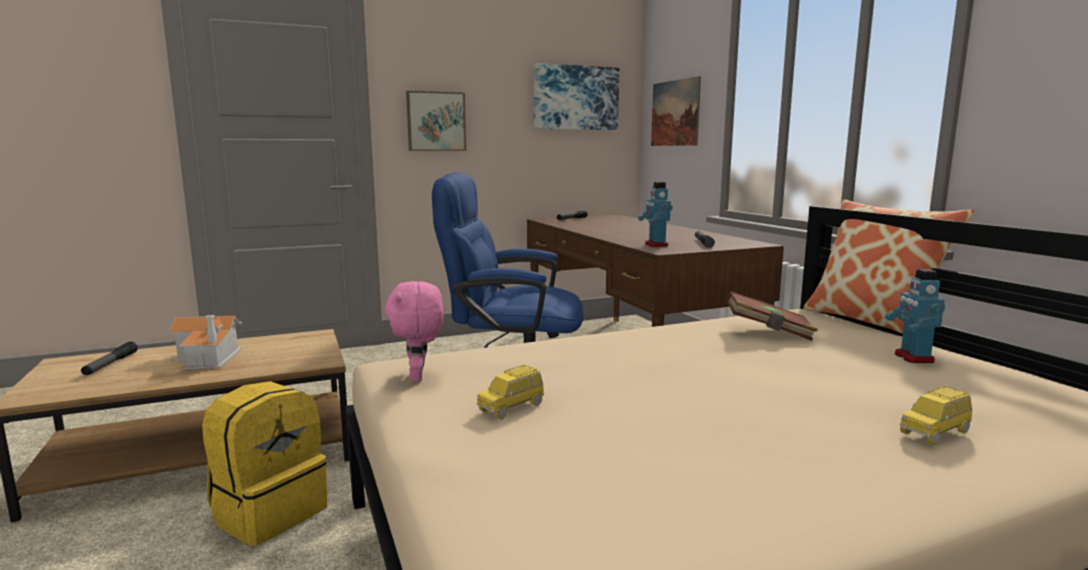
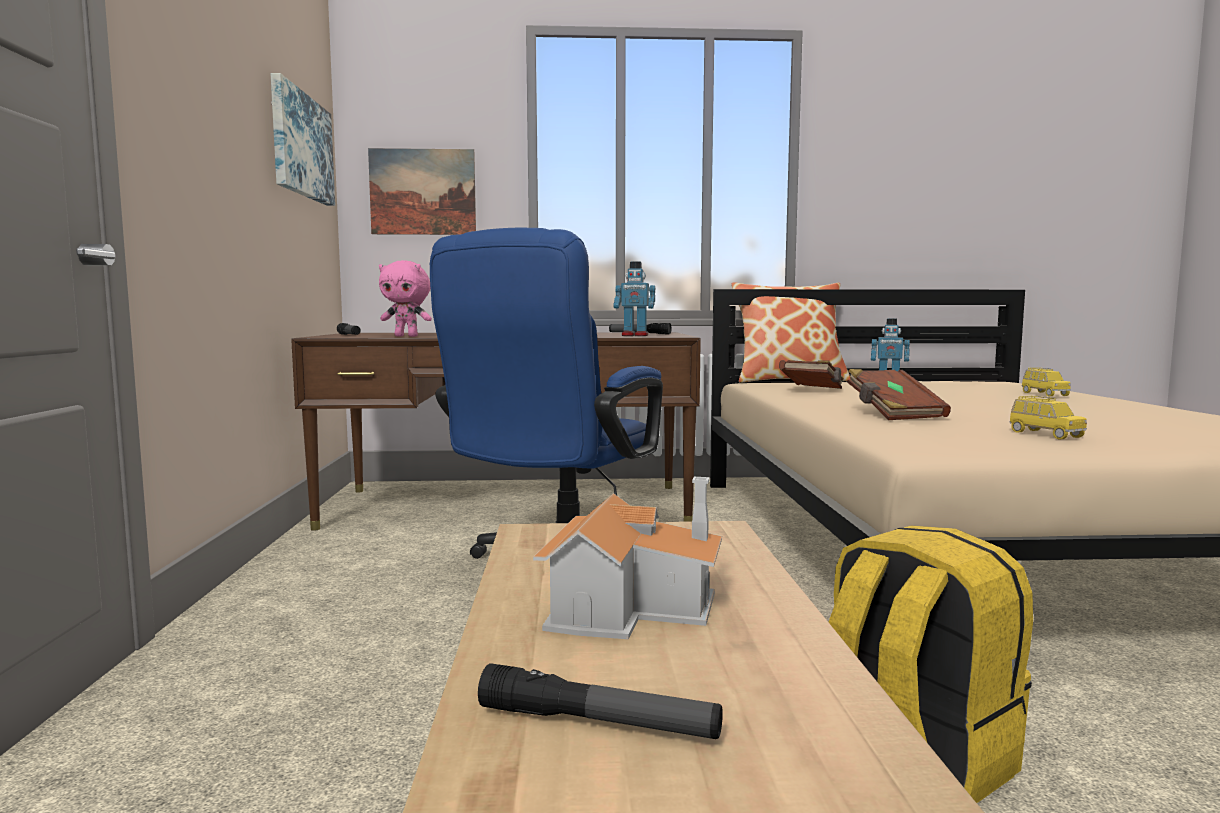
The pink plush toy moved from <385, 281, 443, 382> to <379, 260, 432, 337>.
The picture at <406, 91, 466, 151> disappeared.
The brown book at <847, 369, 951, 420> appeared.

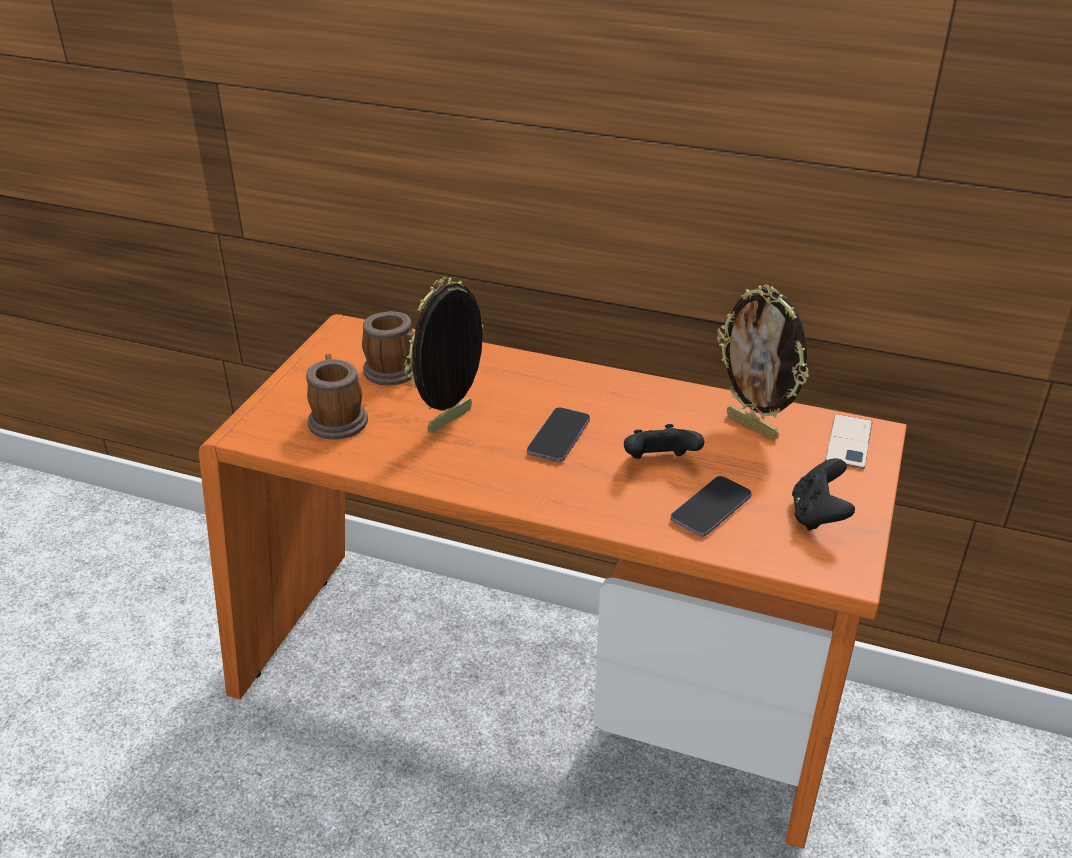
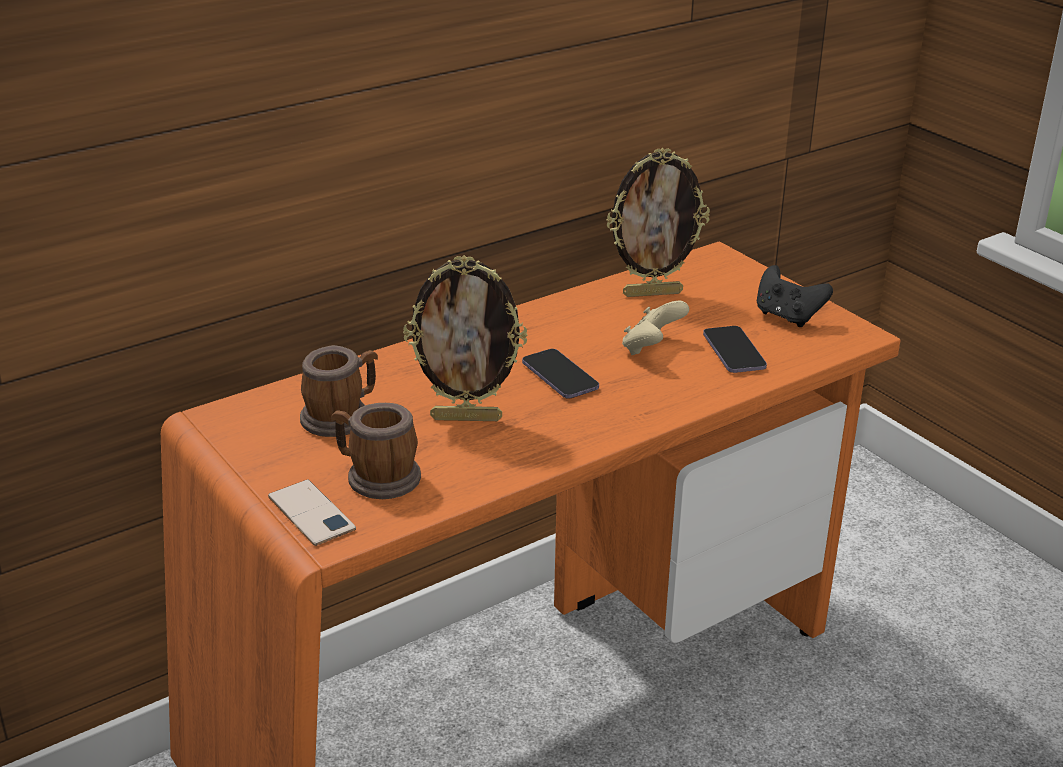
The picture frame at <405, 277, 484, 433> turned 75 degrees counterclockwise.
The black game controller at <624, 424, 704, 459> became the beige game controller at <622, 301, 689, 355>.
The phone moved from <825, 414, 873, 469> to <268, 479, 356, 546>.

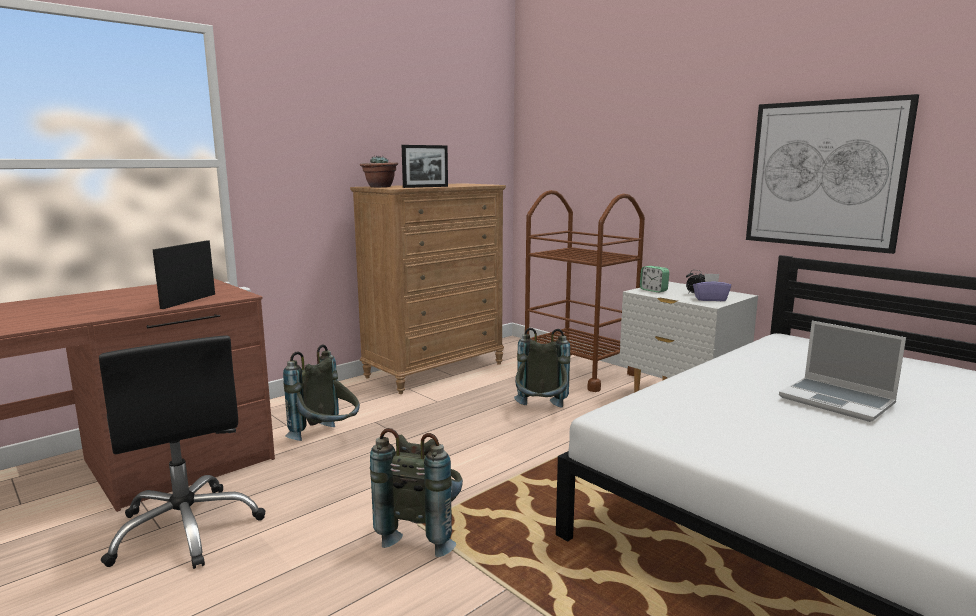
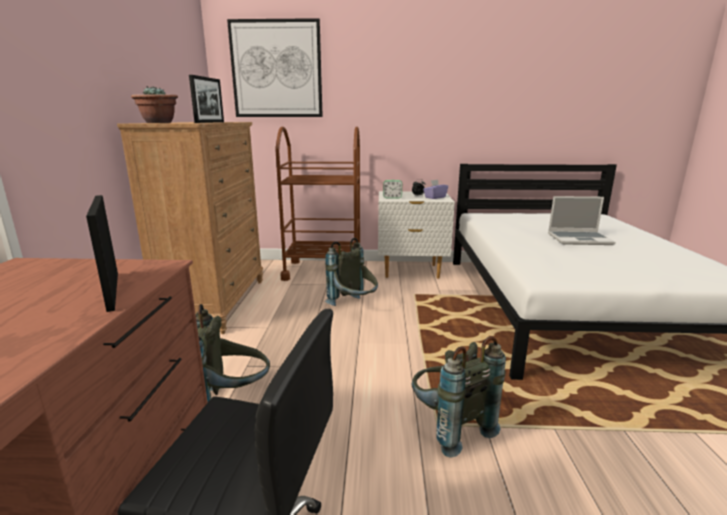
The picture moved from <746, 94, 919, 254> to <227, 18, 323, 117>.

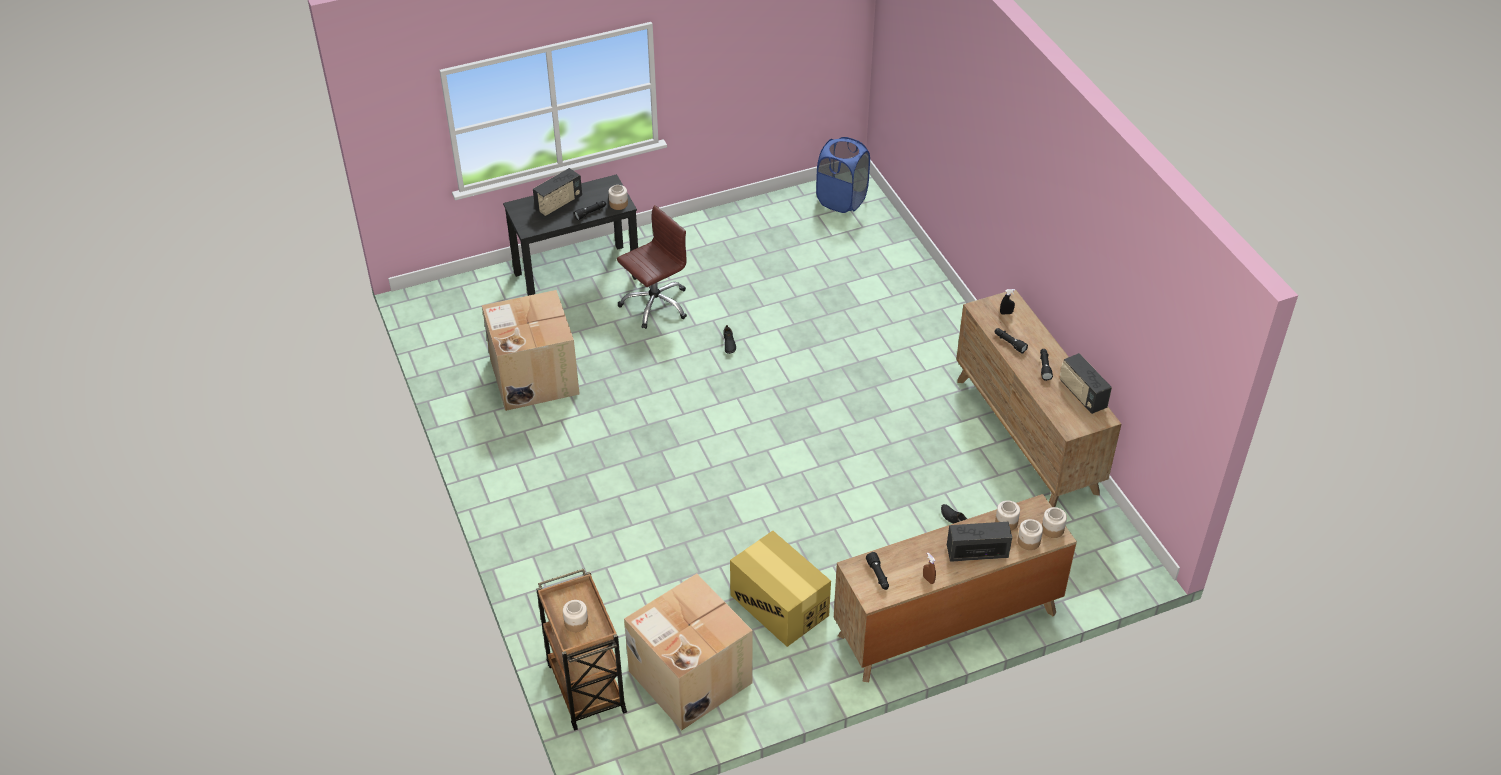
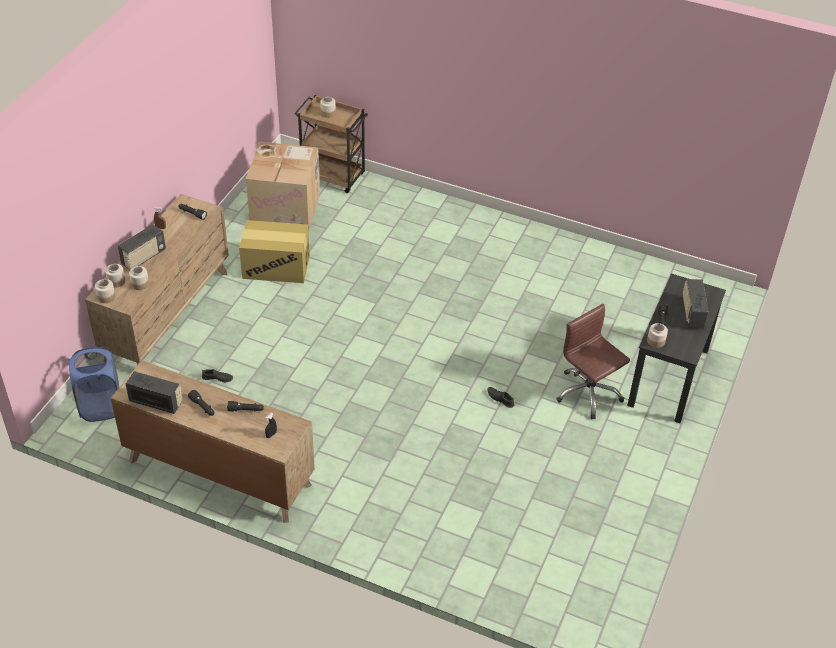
The cardboard box at <482, 290, 580, 411> disappeared.
The brown office chair at <617, 205, 687, 329> turned 135 degrees clockwise.
The blue laundry basket moved from <816, 137, 870, 213> to <69, 347, 119, 422>.

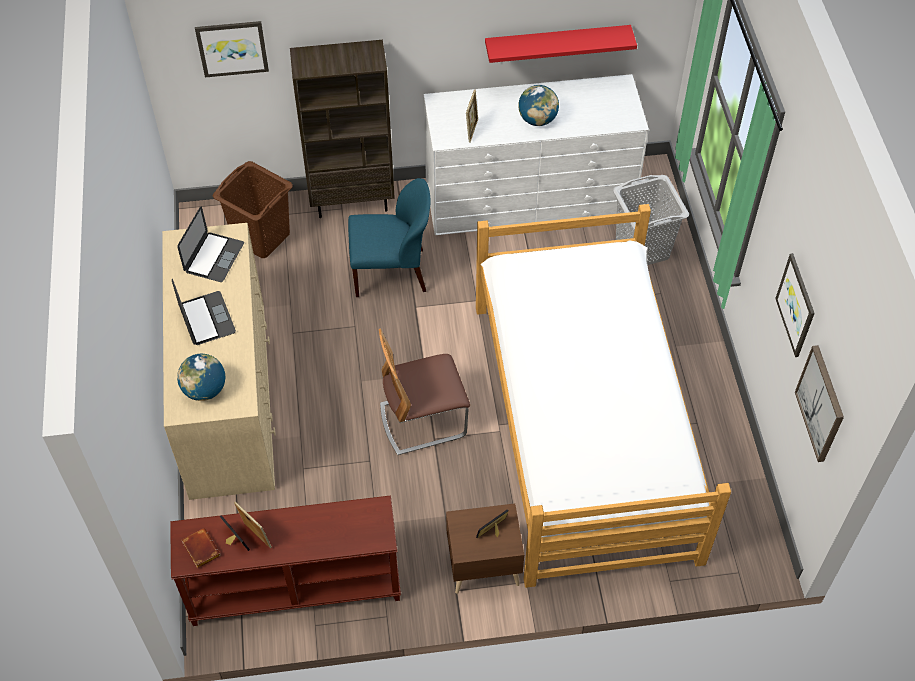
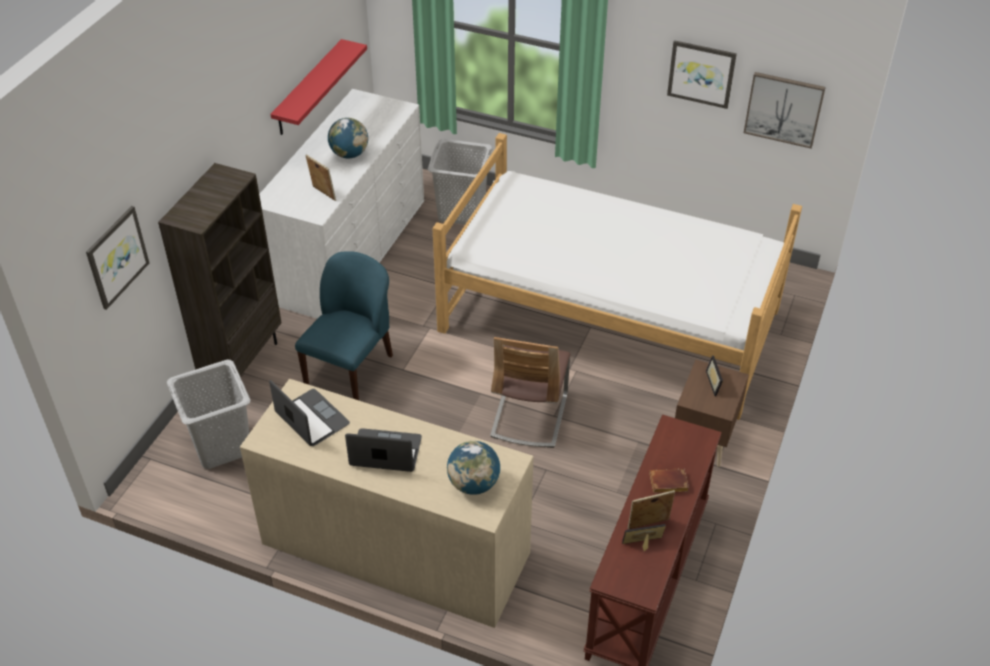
The brown book moved from <182, 528, 221, 568> to <650, 468, 689, 494>.
The brown laundry basket at <213, 161, 293, 258> became the grey laundry basket at <167, 360, 250, 469>.

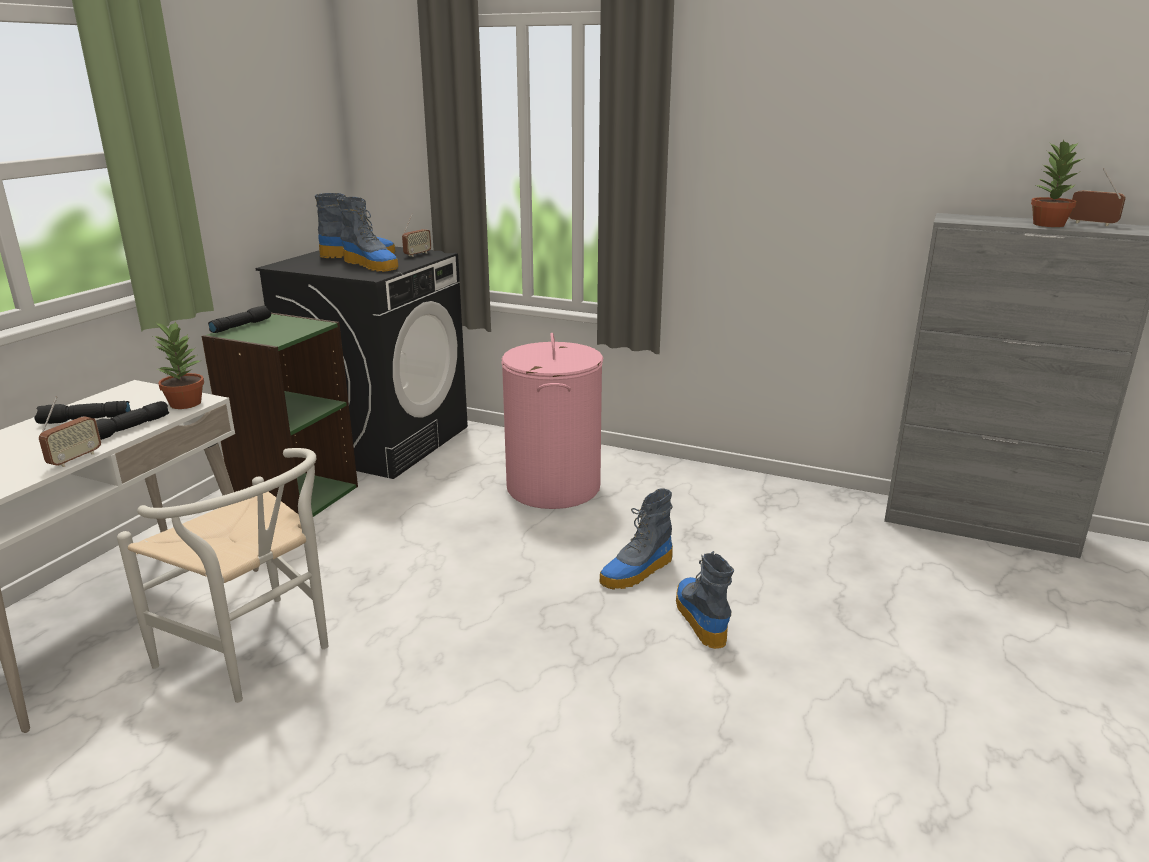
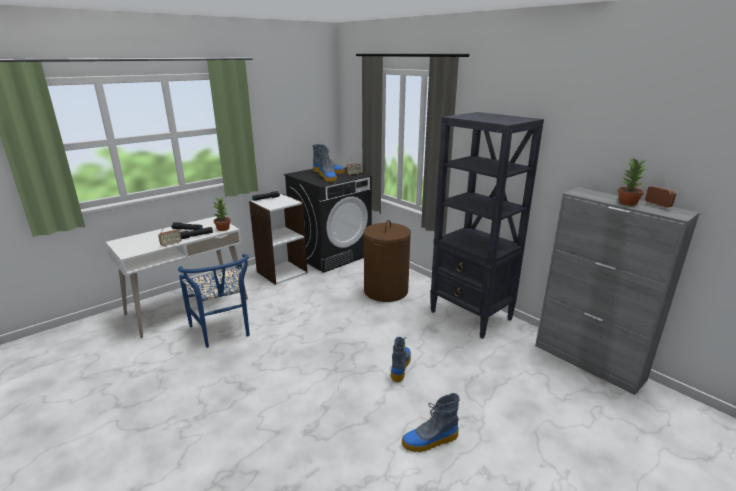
The white chair at <117, 448, 328, 703> became the blue chair at <178, 254, 250, 348>.
The green bookcase at <202, 313, 358, 517> became the white bookcase at <249, 194, 307, 285>.
The pink laundry basket at <501, 333, 603, 509> became the brown laundry basket at <363, 220, 411, 302>.
The boot moved from <599, 488, 673, 590> to <402, 393, 459, 452>.
The black bookcase at <430, 112, 544, 339> appeared.

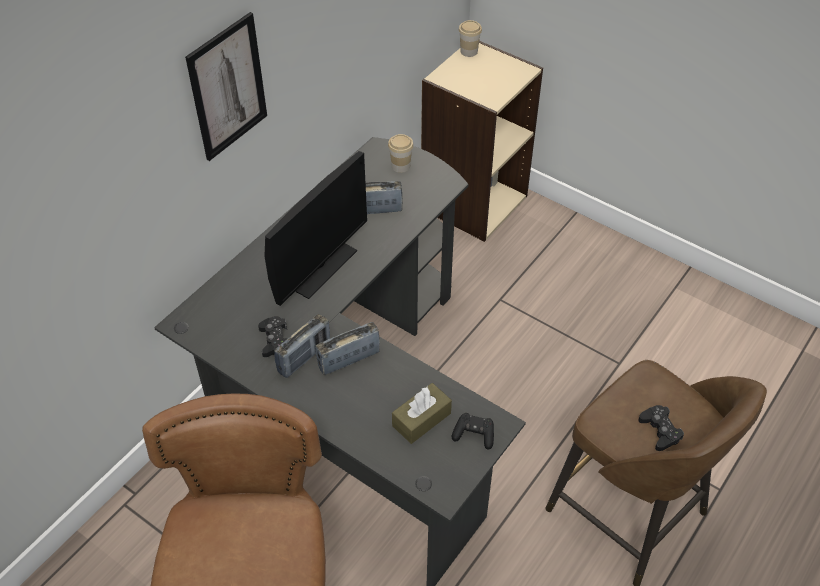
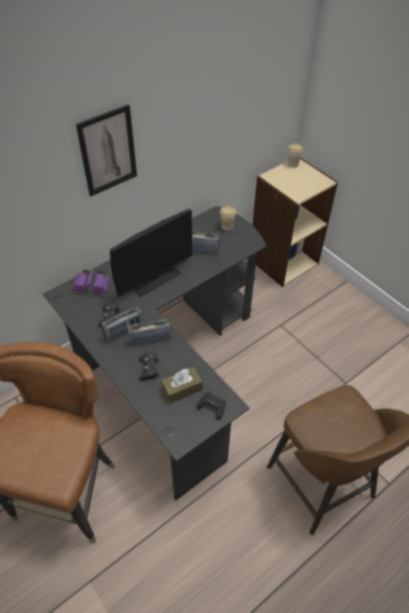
The black game controller moved from <638, 405, 684, 451> to <139, 352, 159, 381>.
The purple binoculars at <71, 270, 110, 294> appeared.

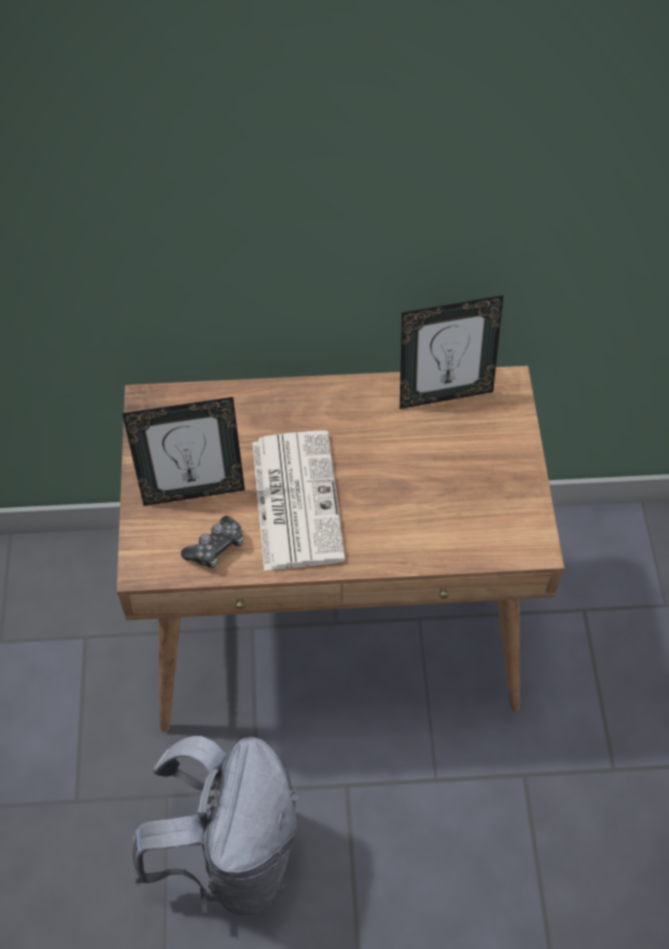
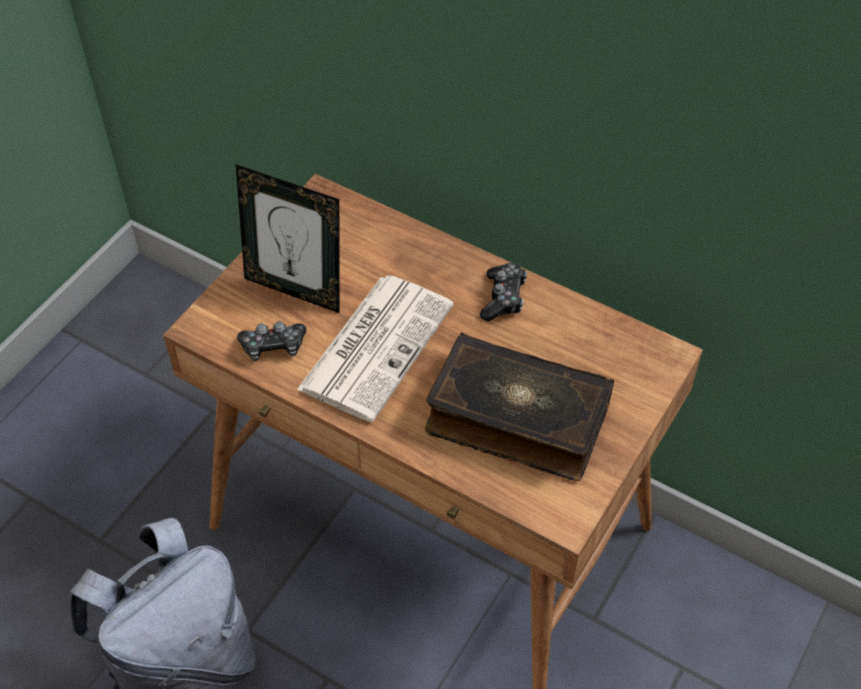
The picture frame at <400, 295, 504, 409> disappeared.
The book at <425, 332, 614, 481> appeared.
The game controller at <480, 263, 527, 321> appeared.

